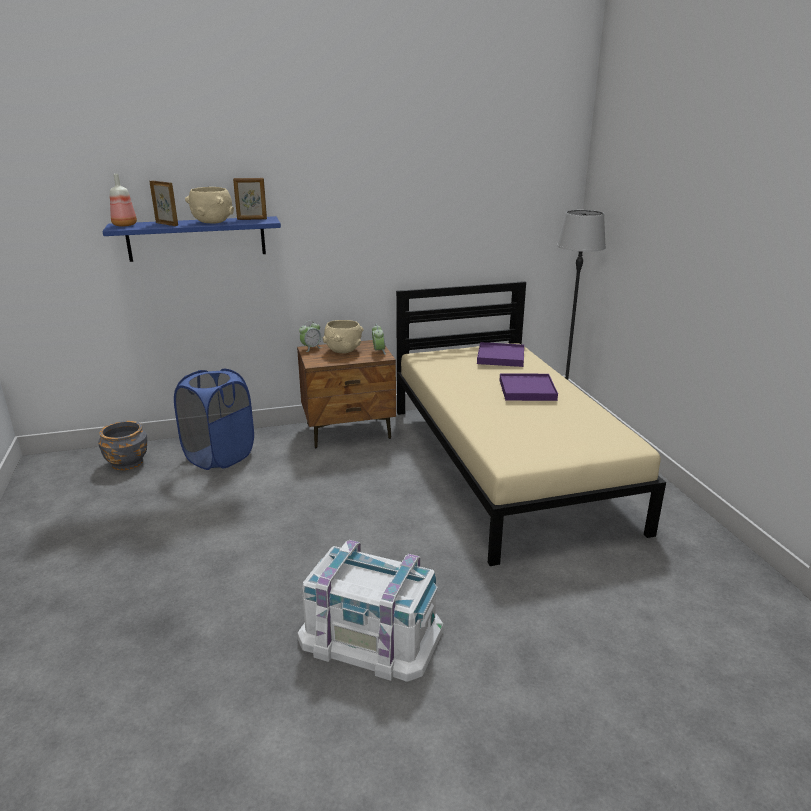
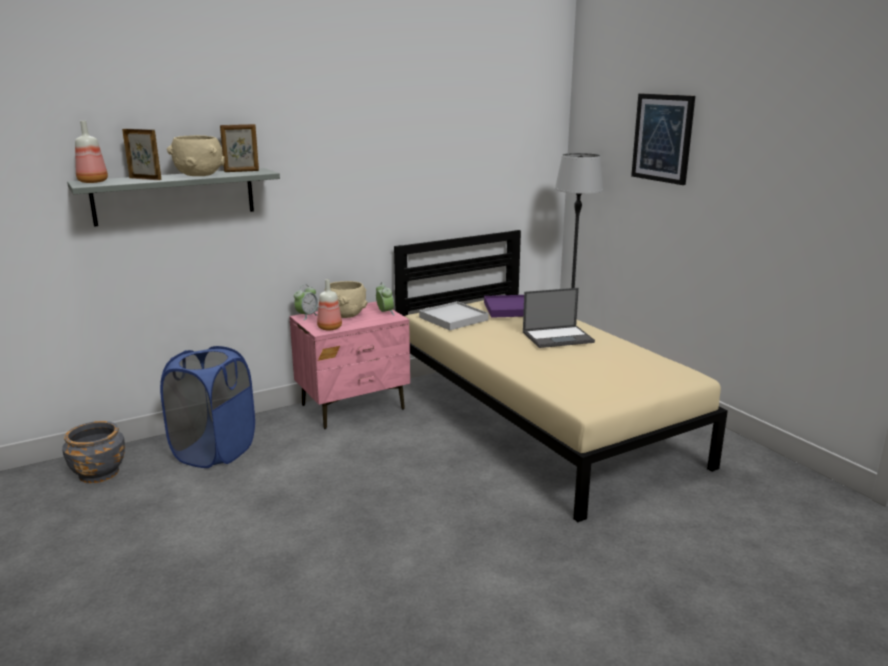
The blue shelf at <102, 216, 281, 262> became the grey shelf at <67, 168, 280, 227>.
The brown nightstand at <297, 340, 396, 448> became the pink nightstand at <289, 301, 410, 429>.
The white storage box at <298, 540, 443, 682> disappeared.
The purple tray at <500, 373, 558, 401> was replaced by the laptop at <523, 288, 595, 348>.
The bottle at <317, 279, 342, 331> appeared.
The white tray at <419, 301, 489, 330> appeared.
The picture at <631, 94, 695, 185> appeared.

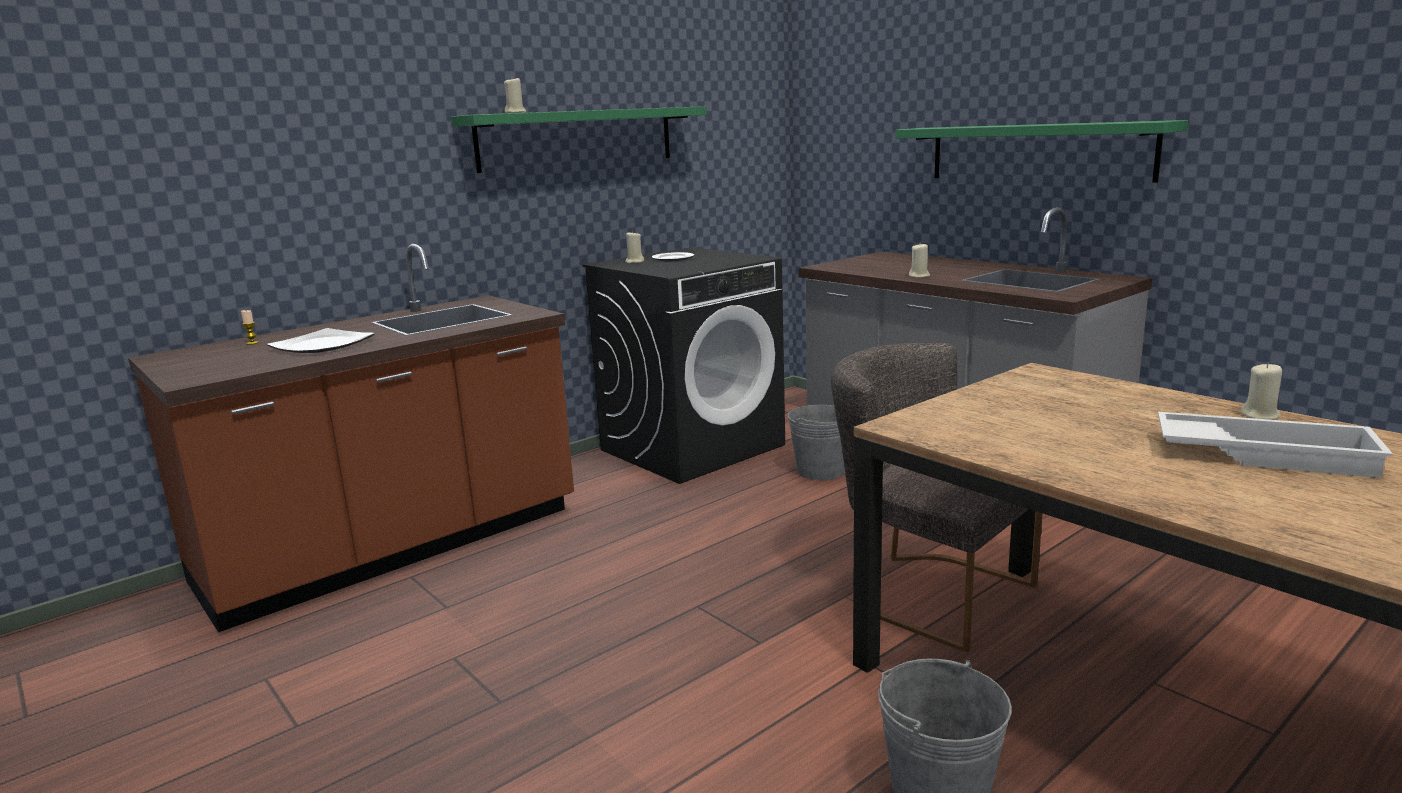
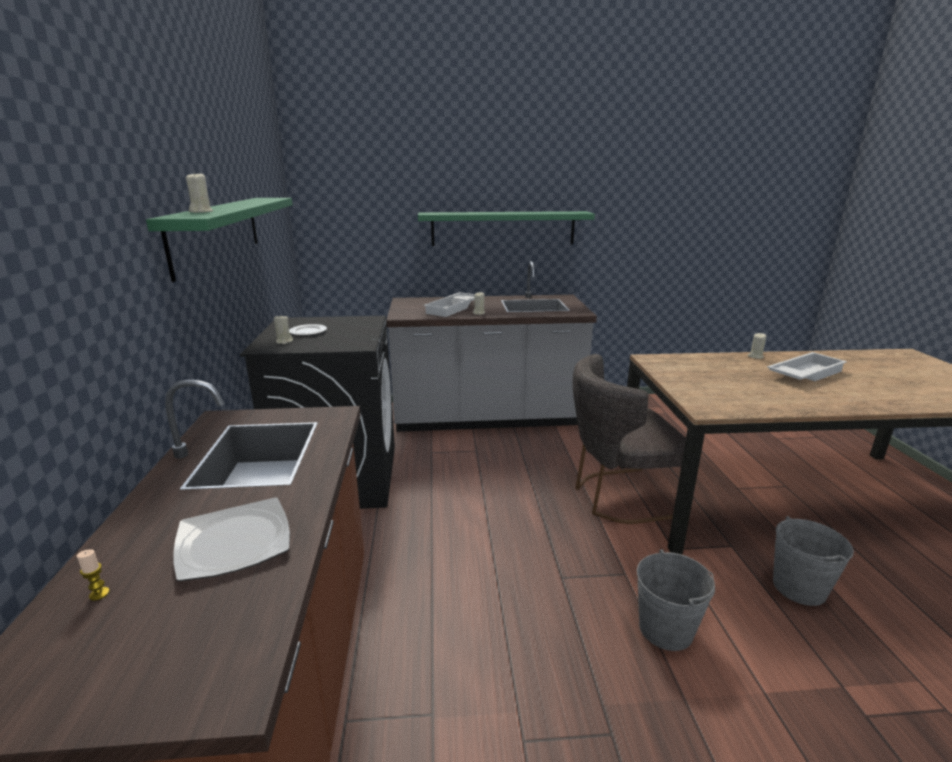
The grey bucket moved from <787, 405, 845, 480> to <637, 549, 715, 651>.
The white tray at <423, 292, 475, 317> appeared.

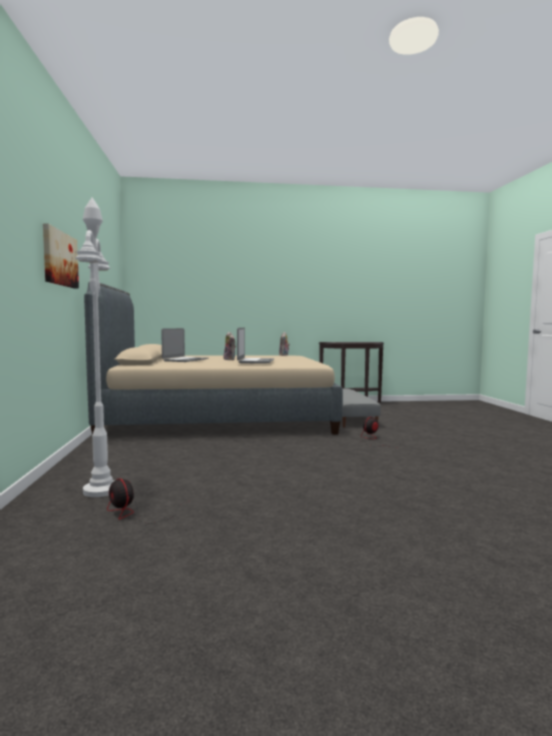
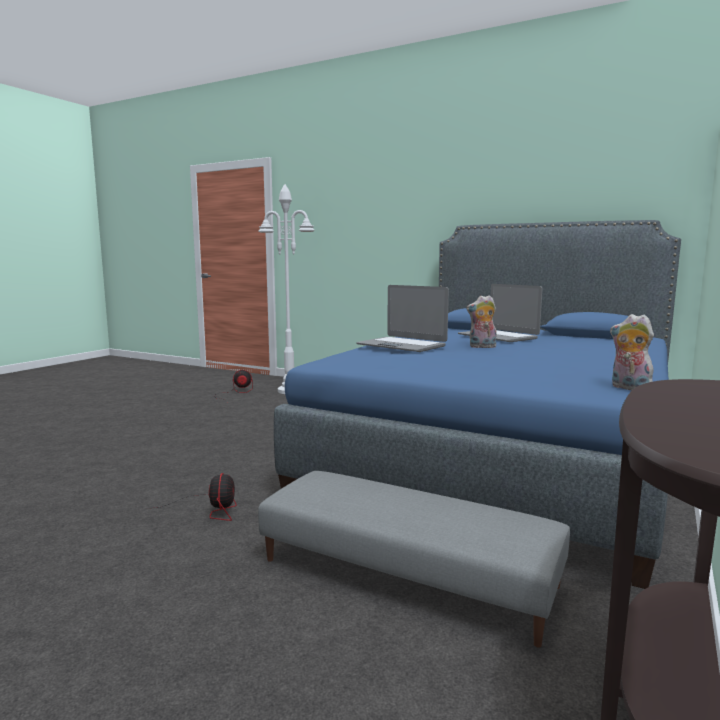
The picture at <43, 223, 79, 289> disappeared.
The beige bed at <84, 283, 343, 435> became the blue bed at <274, 220, 681, 589>.

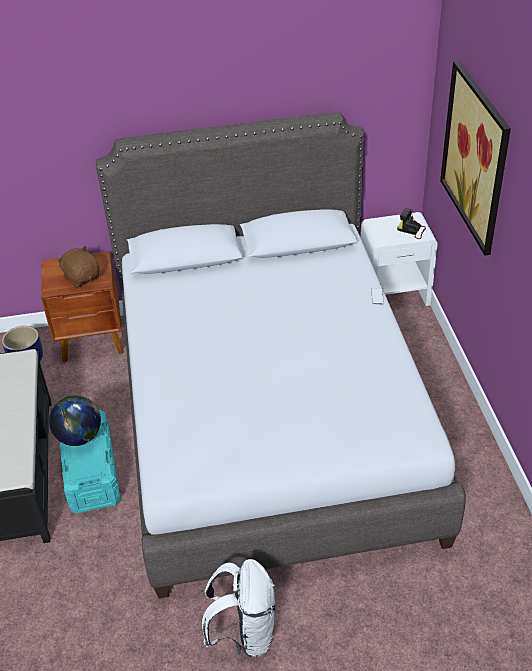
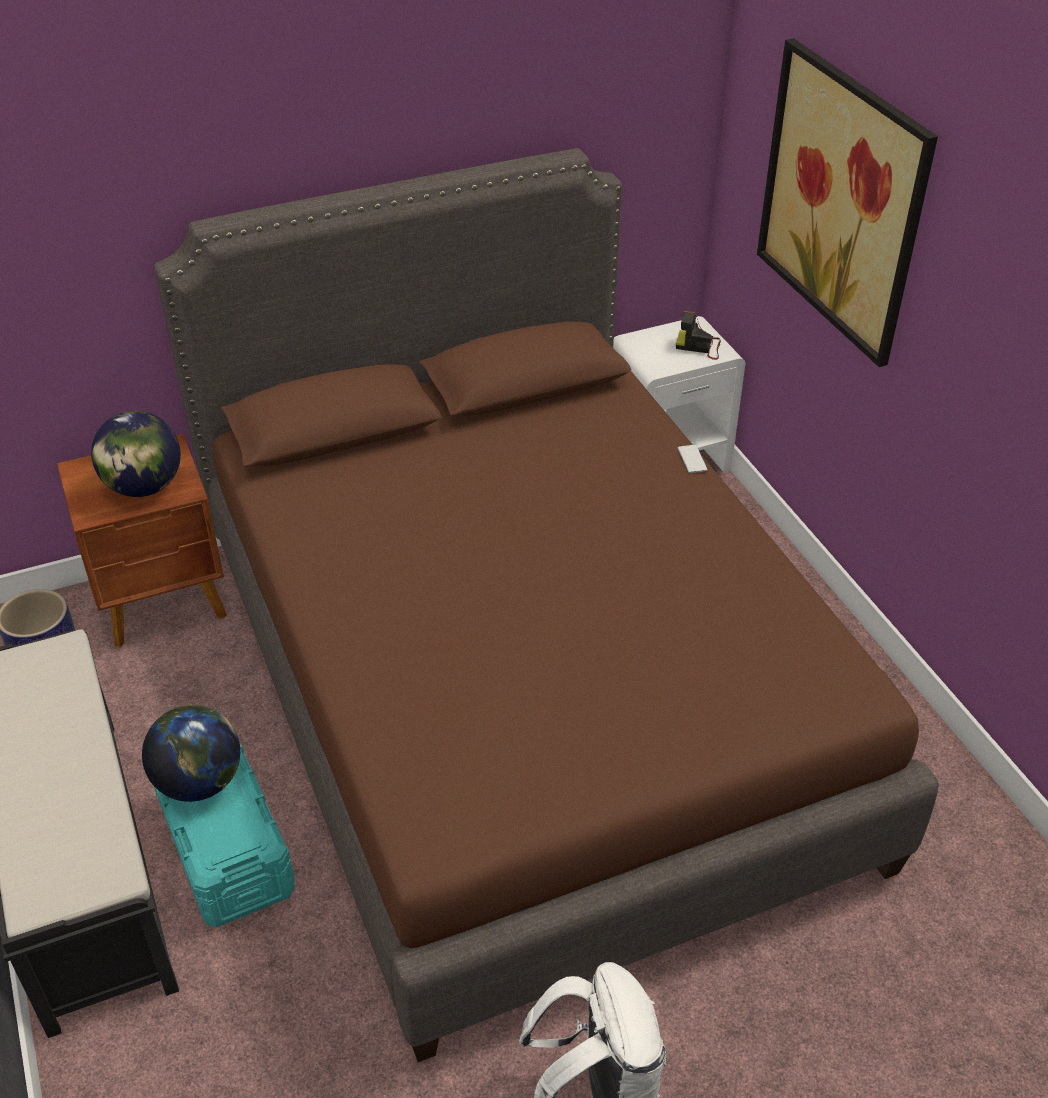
The brown plush toy at <56, 246, 99, 288> was replaced by the globe at <91, 411, 181, 497>.
The grey bed at <96, 112, 466, 599> became the brown bed at <154, 148, 939, 1062>.

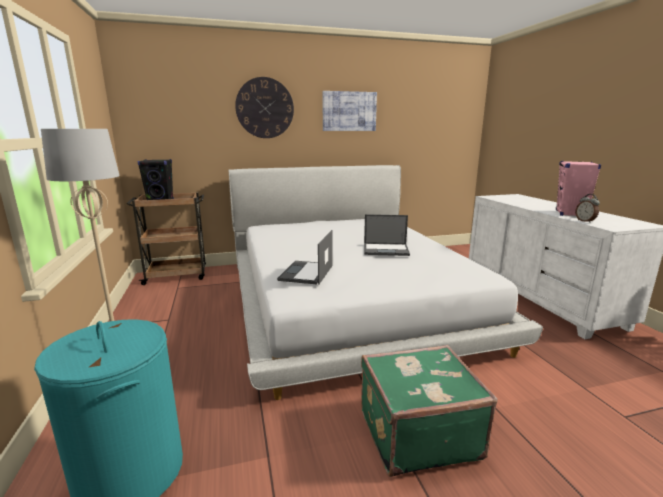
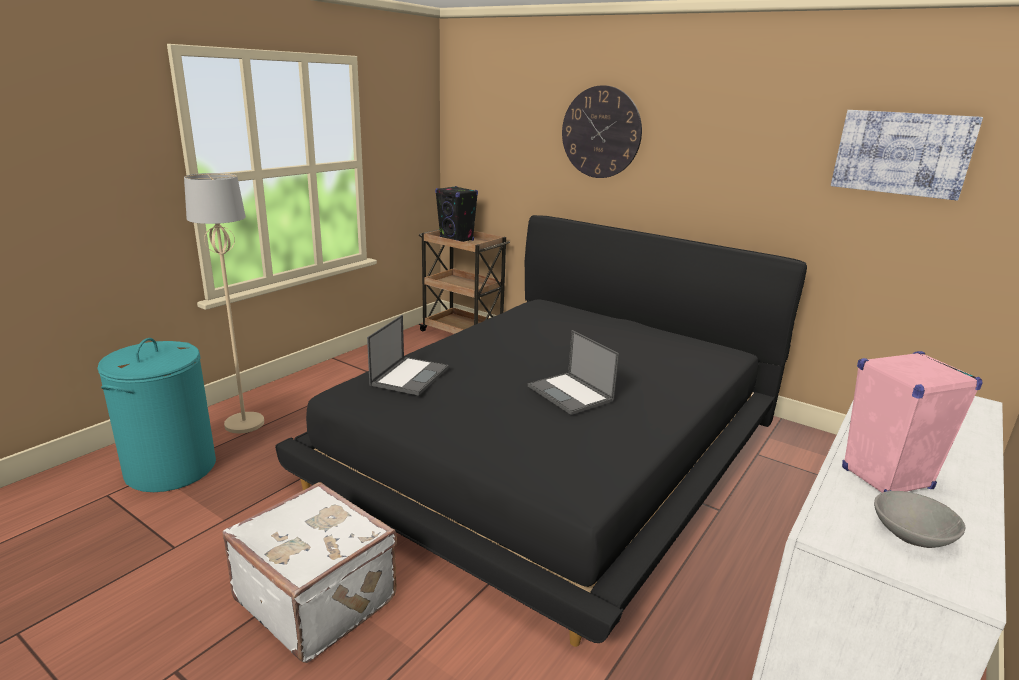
The white bed at <228, 165, 543, 400> became the black bed at <275, 215, 807, 647>.
The laptop at <277, 230, 333, 285> turned 135 degrees clockwise.
The picture moved from <323, 91, 377, 131> to <831, 110, 983, 201>.
The green suitcase at <361, 345, 497, 477> became the white suitcase at <222, 482, 397, 663>.
The alarm clock at <575, 194, 600, 223> disappeared.
The grey bowl at <874, 491, 966, 548> appeared.

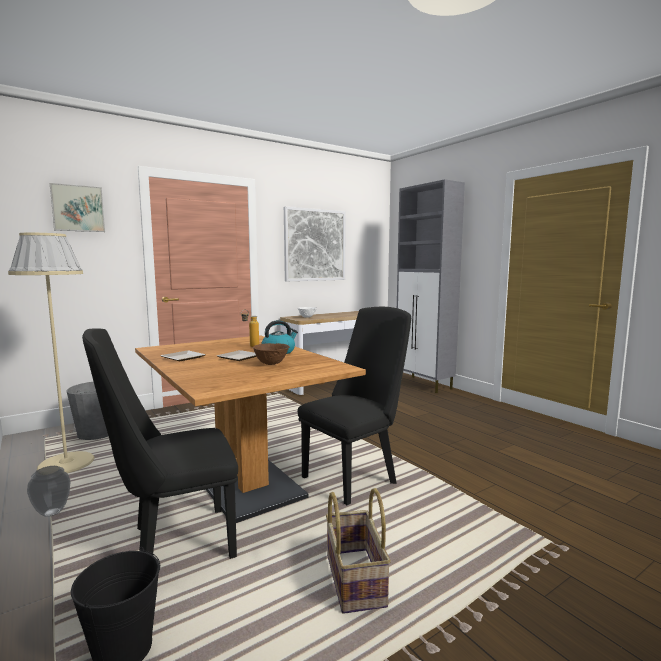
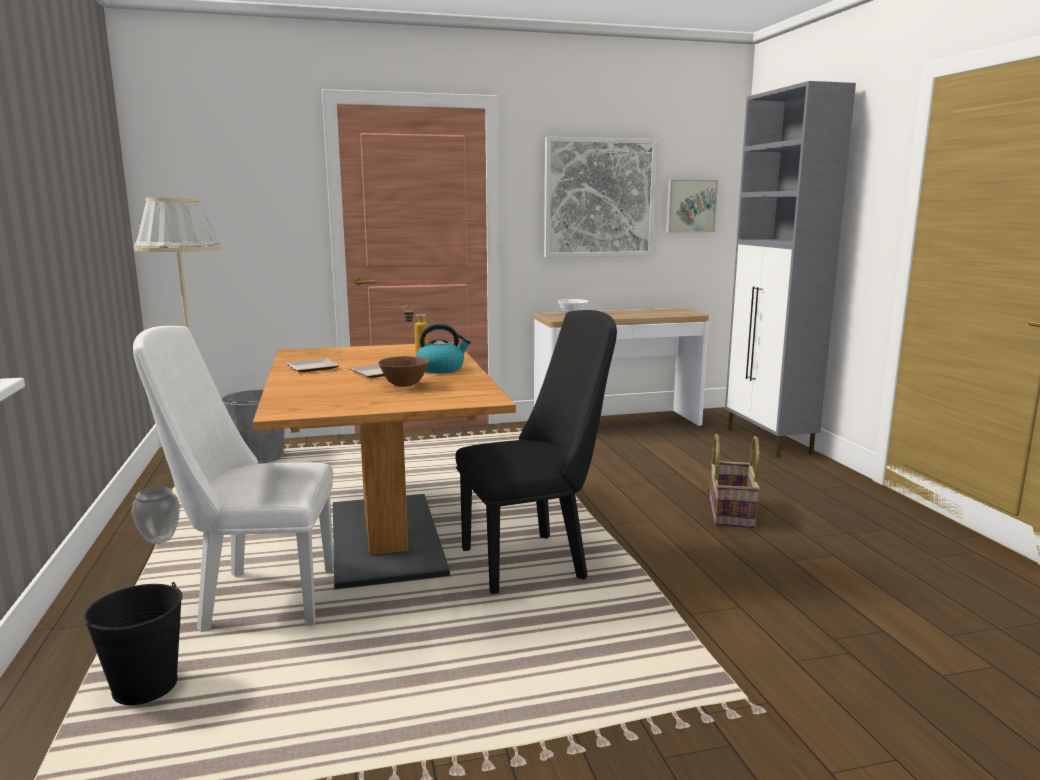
The picture moved from <50, 183, 105, 232> to <666, 180, 718, 233>.
The black chair at <82, 329, 238, 559> became the white chair at <133, 326, 334, 632>.
The basket moved from <326, 488, 391, 614> to <710, 434, 760, 528>.

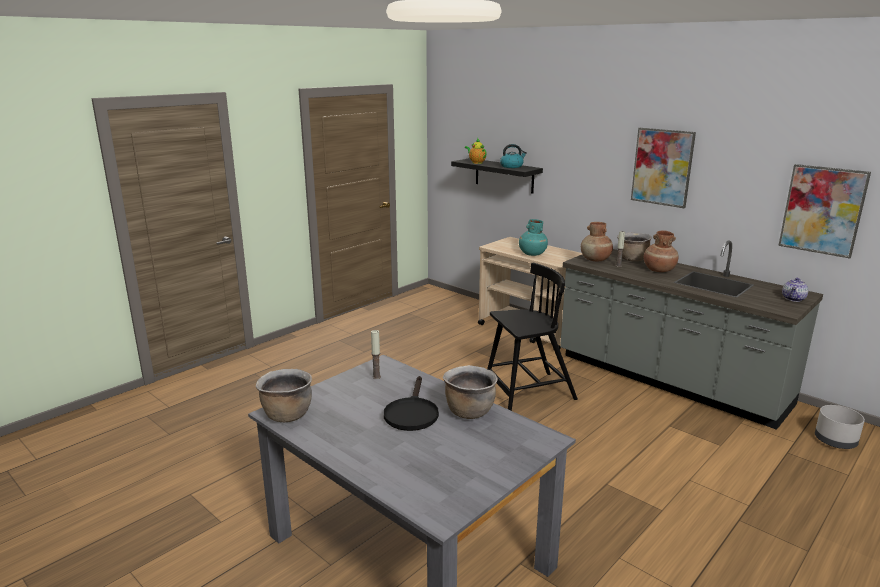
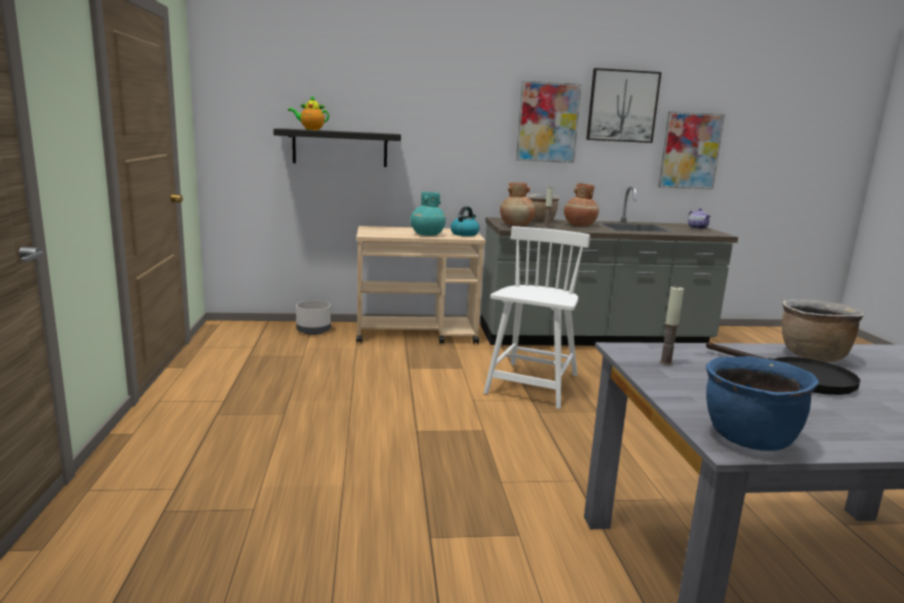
The brown cooking pot at <256, 369, 312, 422> became the blue cooking pot at <706, 356, 819, 451>.
The black chair at <487, 263, 578, 411> became the white chair at <484, 226, 590, 409>.
The kettle moved from <500, 144, 527, 168> to <450, 206, 480, 236>.
The grey planter moved from <815, 405, 865, 449> to <296, 300, 331, 335>.
The picture at <586, 68, 662, 143> appeared.

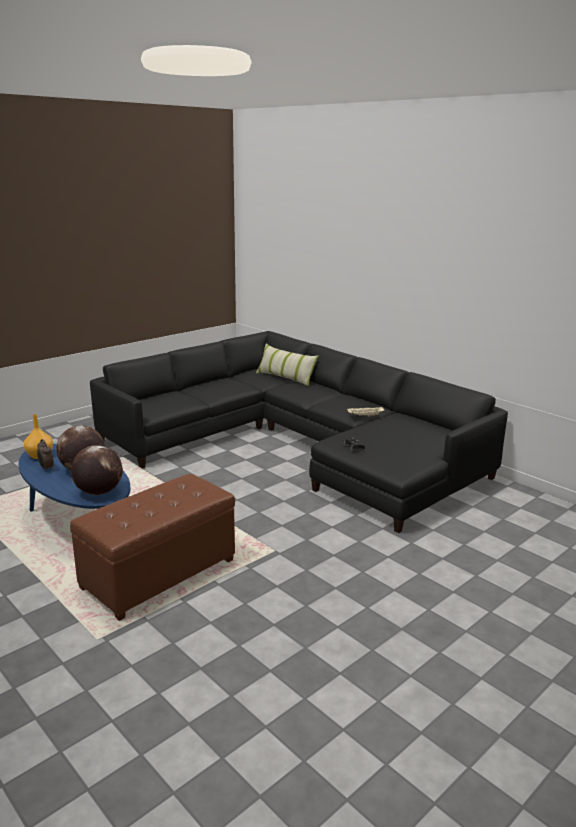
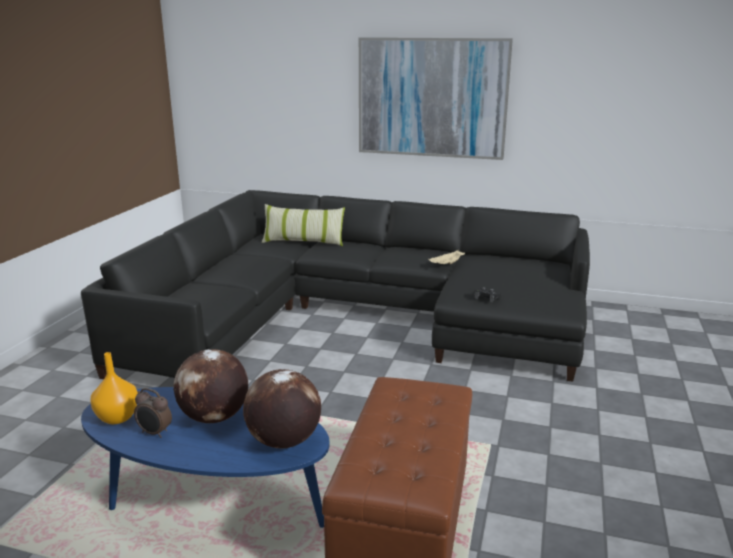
The picture at <359, 37, 513, 160> appeared.

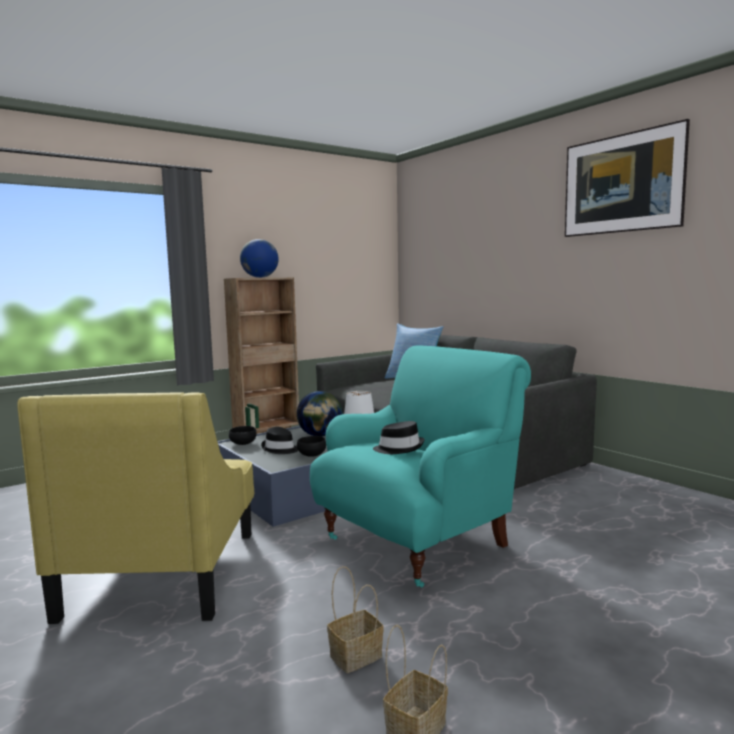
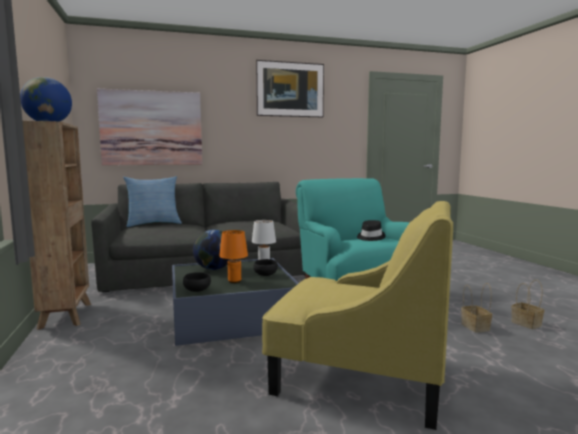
The black hat at <261, 427, 298, 454> was replaced by the orange table lamp at <219, 230, 248, 283>.
The picture at <97, 89, 202, 165> appeared.

